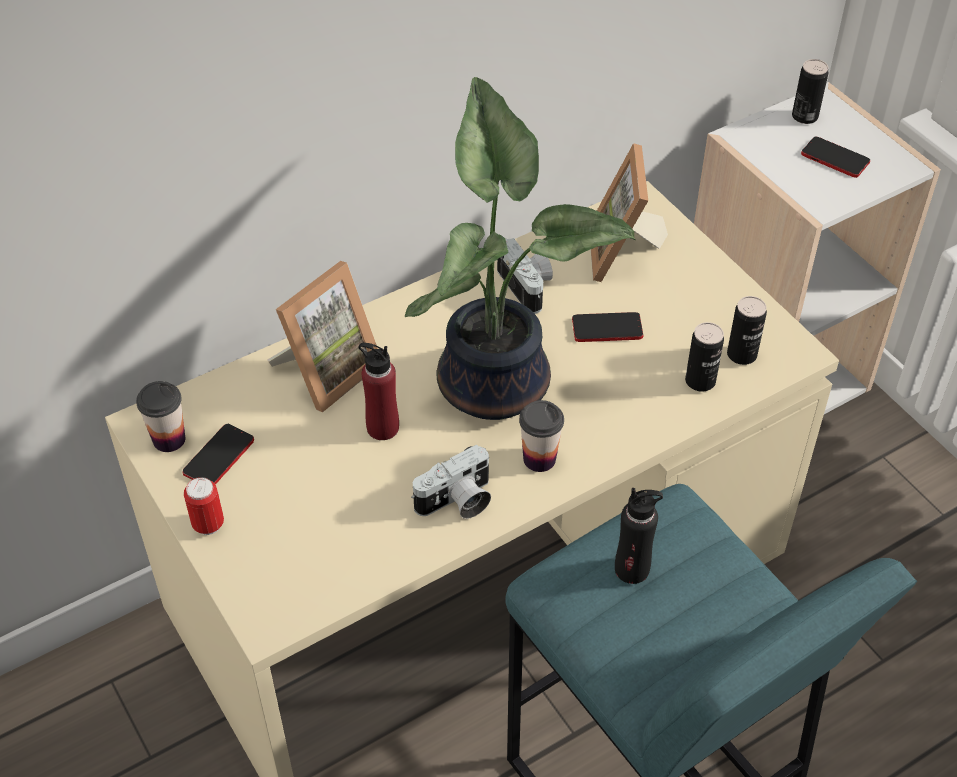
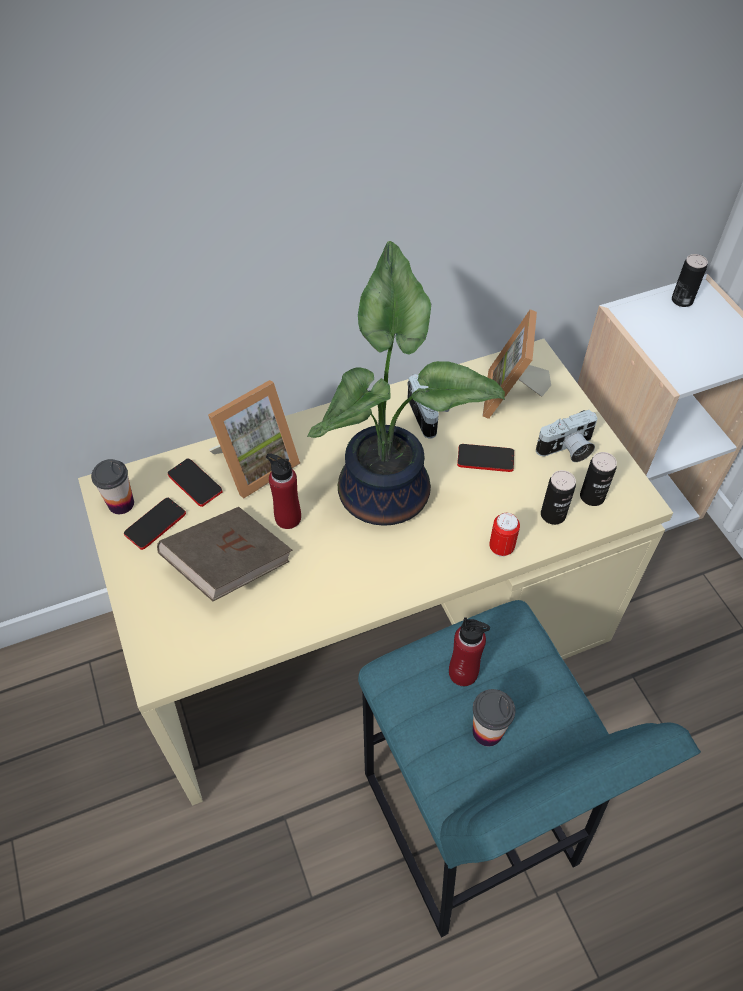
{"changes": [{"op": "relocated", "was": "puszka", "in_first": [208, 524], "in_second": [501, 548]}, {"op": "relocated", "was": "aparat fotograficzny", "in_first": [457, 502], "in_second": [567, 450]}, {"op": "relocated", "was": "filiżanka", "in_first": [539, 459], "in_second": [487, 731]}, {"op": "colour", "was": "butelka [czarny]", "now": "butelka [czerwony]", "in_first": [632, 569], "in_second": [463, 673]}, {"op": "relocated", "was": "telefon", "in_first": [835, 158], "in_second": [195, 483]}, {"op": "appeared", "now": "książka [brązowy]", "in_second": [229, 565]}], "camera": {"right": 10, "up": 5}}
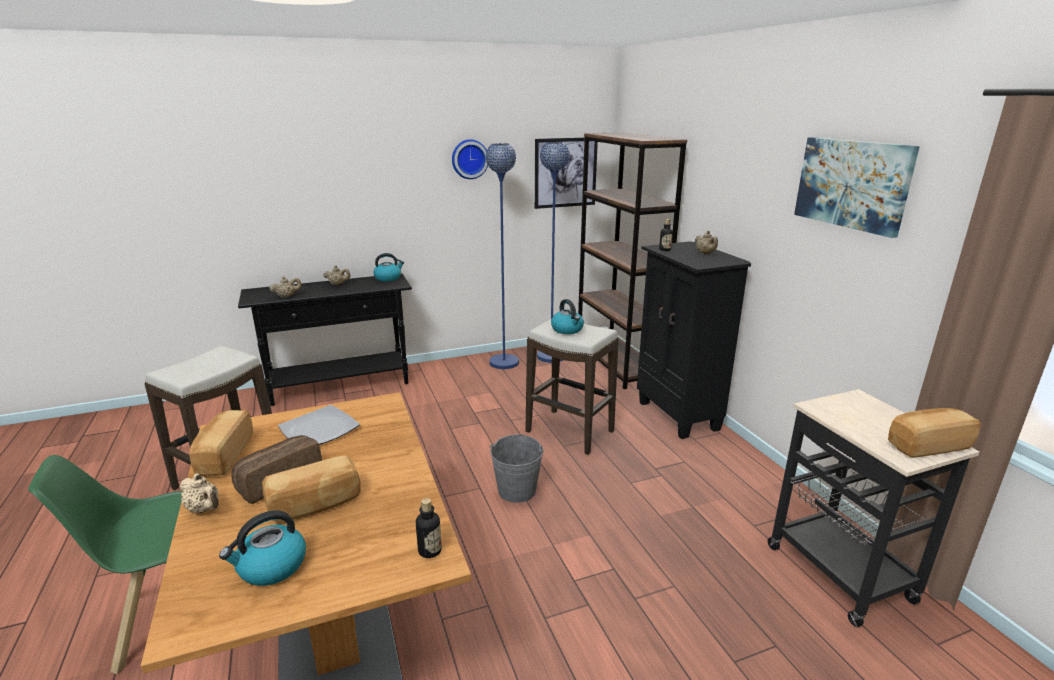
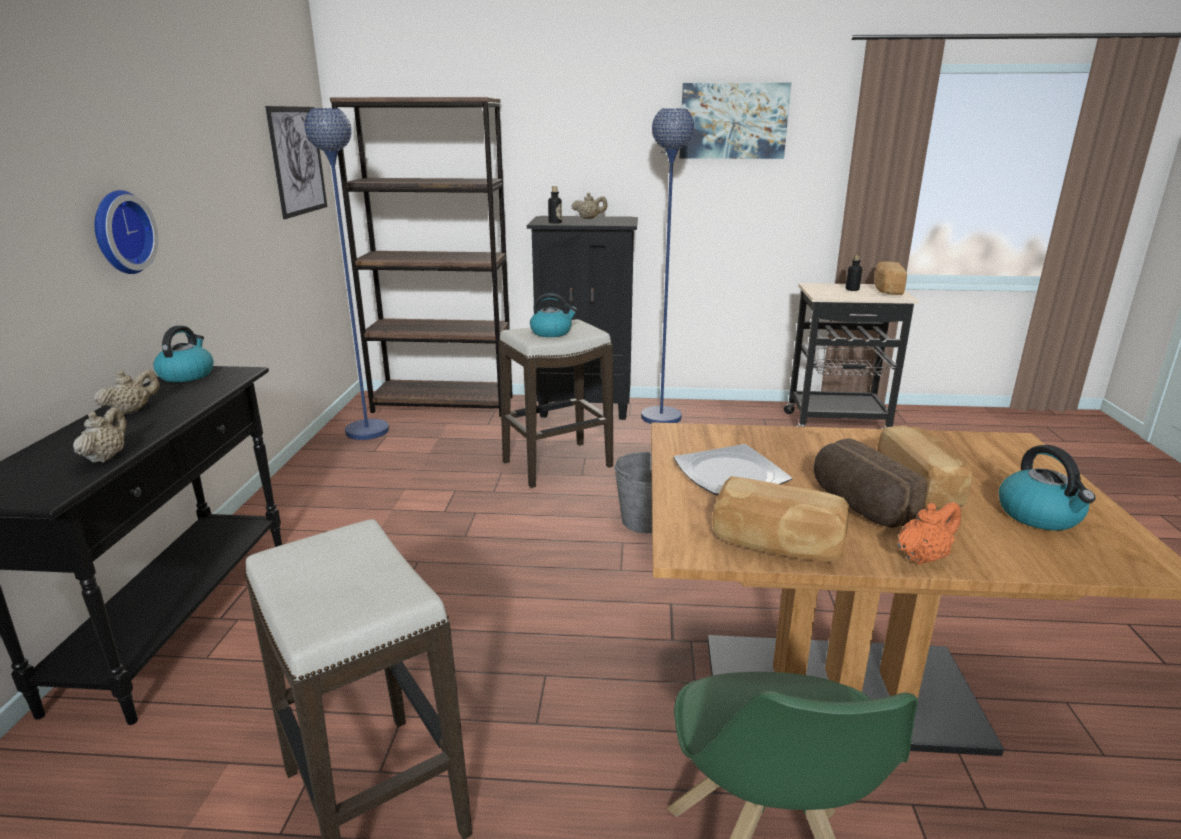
{"changes": [{"op": "colour", "was": "imbryk [beżowy]", "now": "imbryk [pomarańczowy]", "in_first": [204, 509], "in_second": [923, 557]}, {"op": "relocated", "was": "butelka", "in_first": [430, 550], "in_second": [852, 289]}, {"op": "relocated", "was": "zegar ścienny", "in_first": [469, 159], "in_second": [119, 232]}, {"op": "relocated", "was": "lampa stojąca [niebieski]", "in_first": [503, 362], "in_second": [660, 417]}], "camera": {"right": -65, "up": 0}}
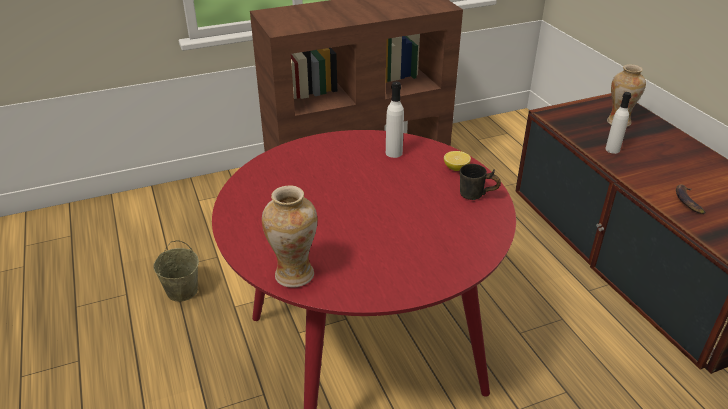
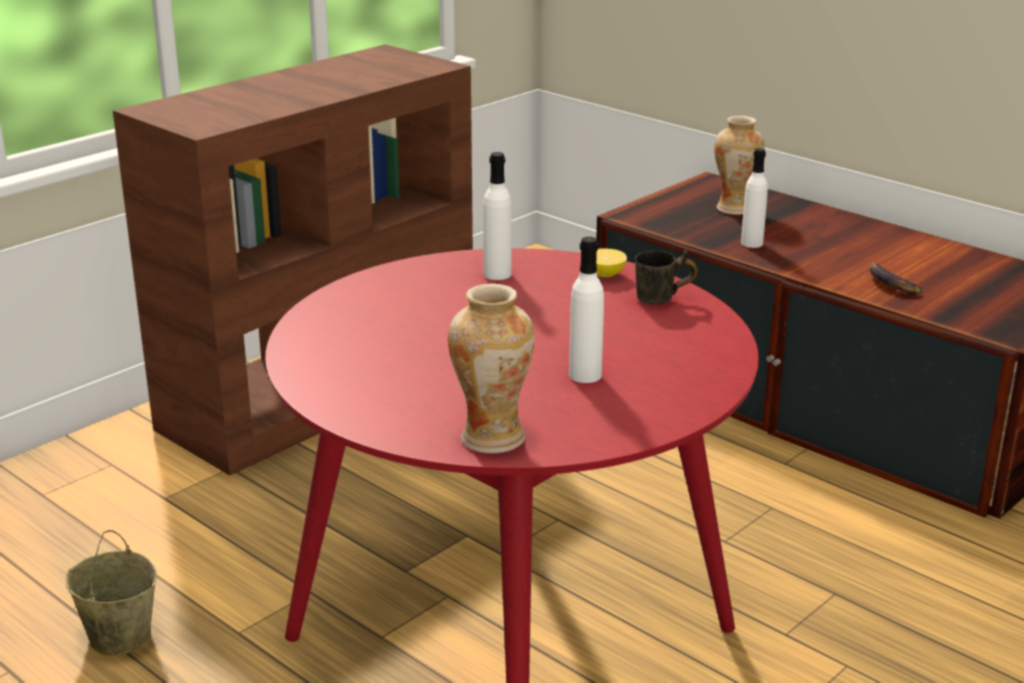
{"changes": [{"op": "appeared", "now": "butelka [biały]", "in_second": [585, 375]}], "camera": {"right": -25, "up": -10}}
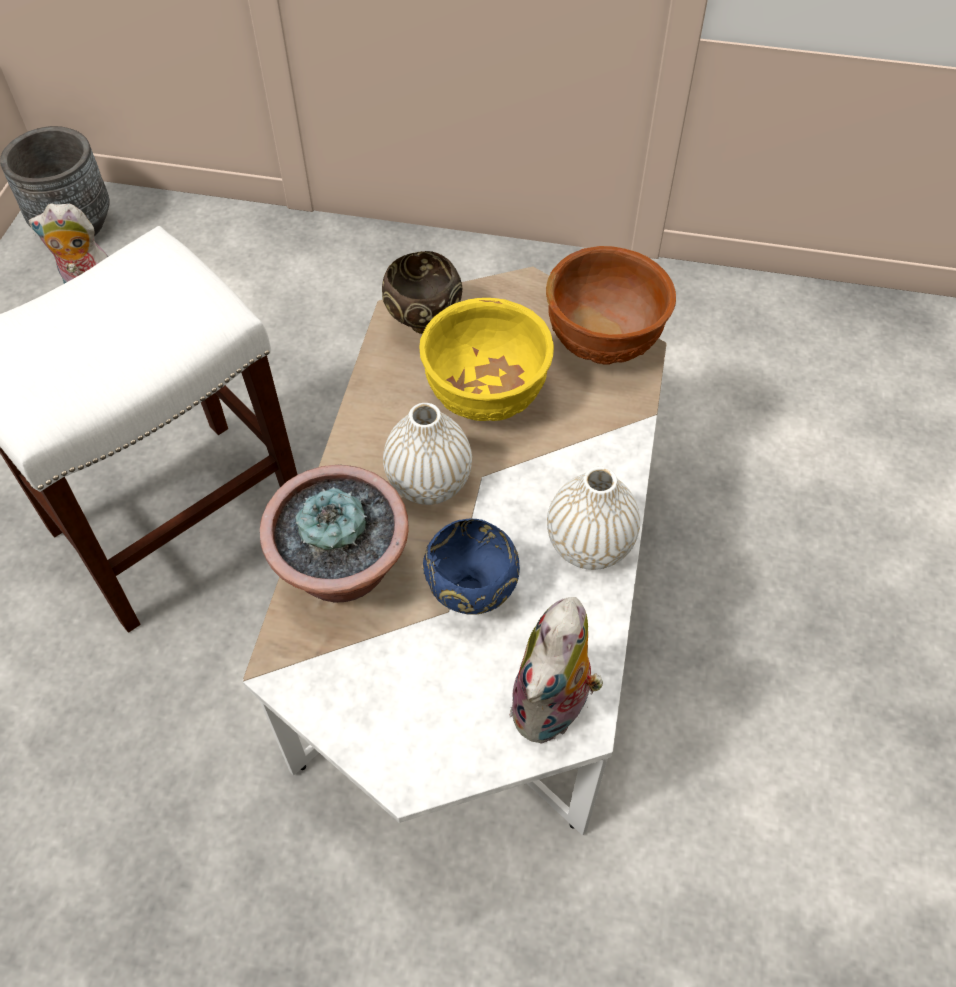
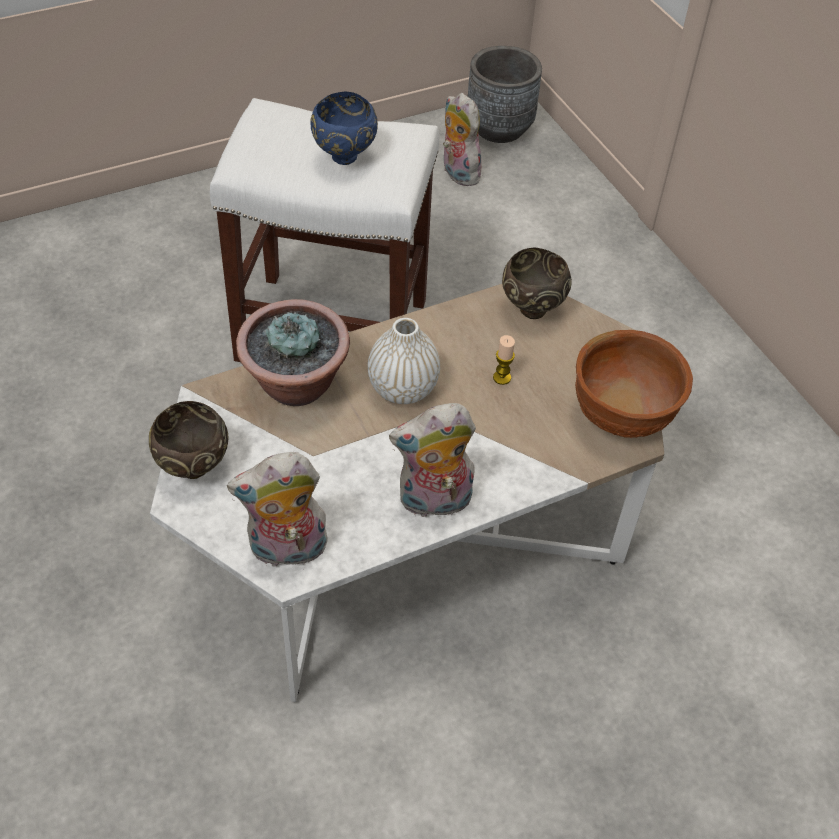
{"changes": [{"op": "exchanged", "was": "miska [żółty]", "now": "świeca", "in_first": [485, 398], "in_second": [502, 378]}, {"op": "relocated", "was": "miska [niebieski]", "in_first": [472, 596], "in_second": [344, 158]}, {"op": "exchanged", "was": "wazon [biały]", "now": "pluszak", "in_first": [589, 544], "in_second": [434, 502]}, {"op": "appeared", "now": "miska [brązowy]", "in_second": [193, 469]}], "camera": {"right": 50, "up": -5}}
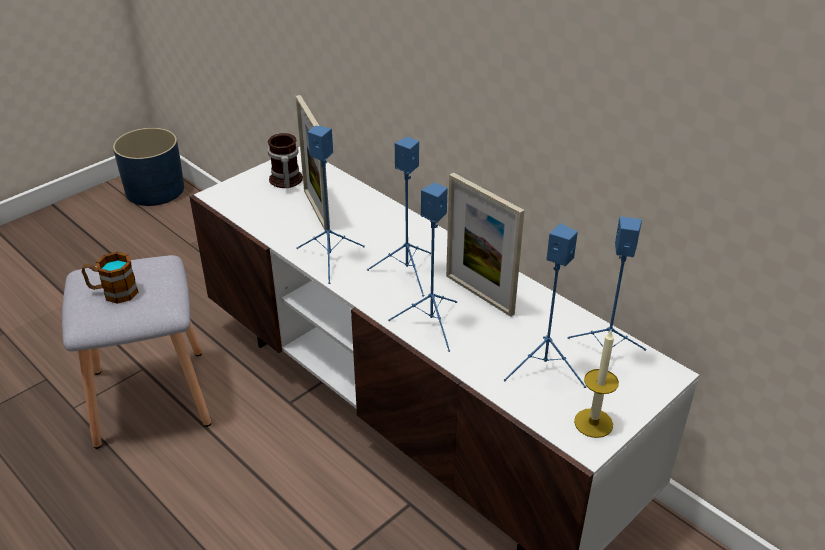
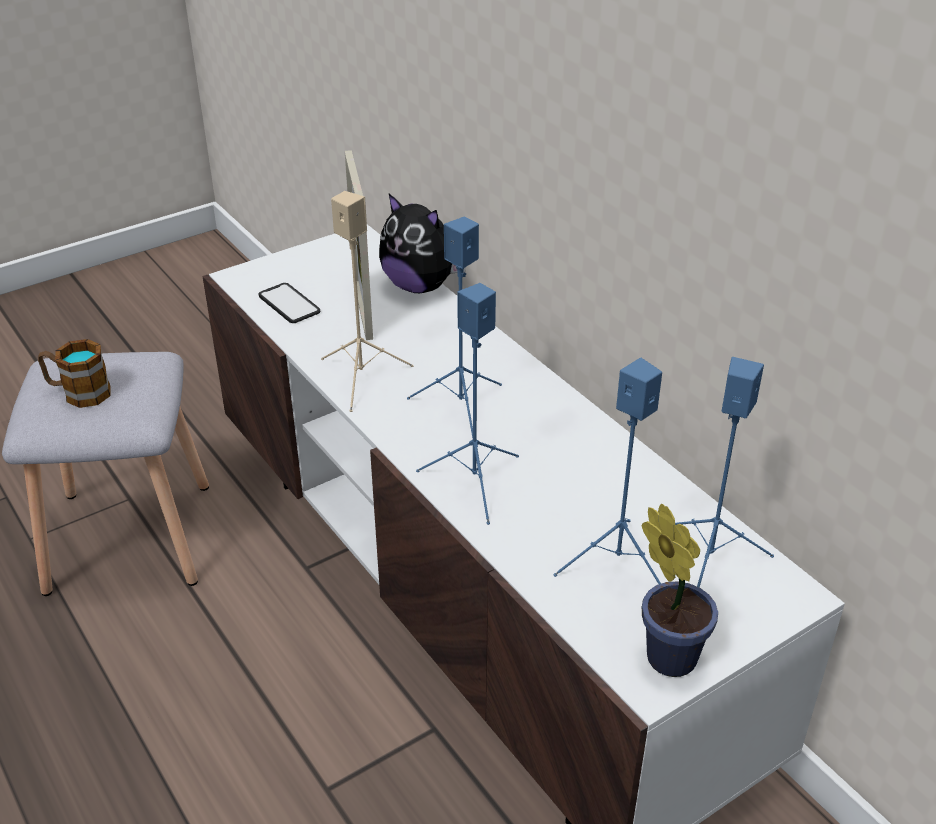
{"changes": [{"op": "missing", "was": "donica [niebieski]", "in_first": [155, 190]}, {"op": "missing", "was": "kubek", "in_first": [284, 181]}, {"op": "colour", "was": "głośnik [niebieski]", "now": "głośnik [beżowy]", "in_first": [330, 258], "in_second": [363, 377]}, {"op": "missing", "was": "ramka na zdjęcie", "in_first": [479, 294]}, {"op": "exchanged", "was": "świeca", "now": "roślina doniczkowa", "in_first": [593, 423], "in_second": [667, 653]}, {"op": "appeared", "now": "telefon", "in_second": [289, 304]}, {"op": "appeared", "now": "pluszak", "in_second": [420, 286]}], "camera": {"right": 10, "up": 0}}
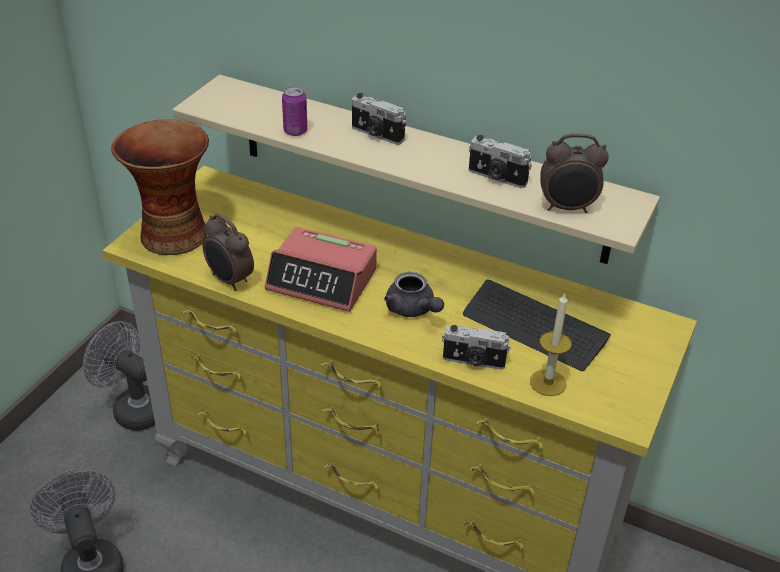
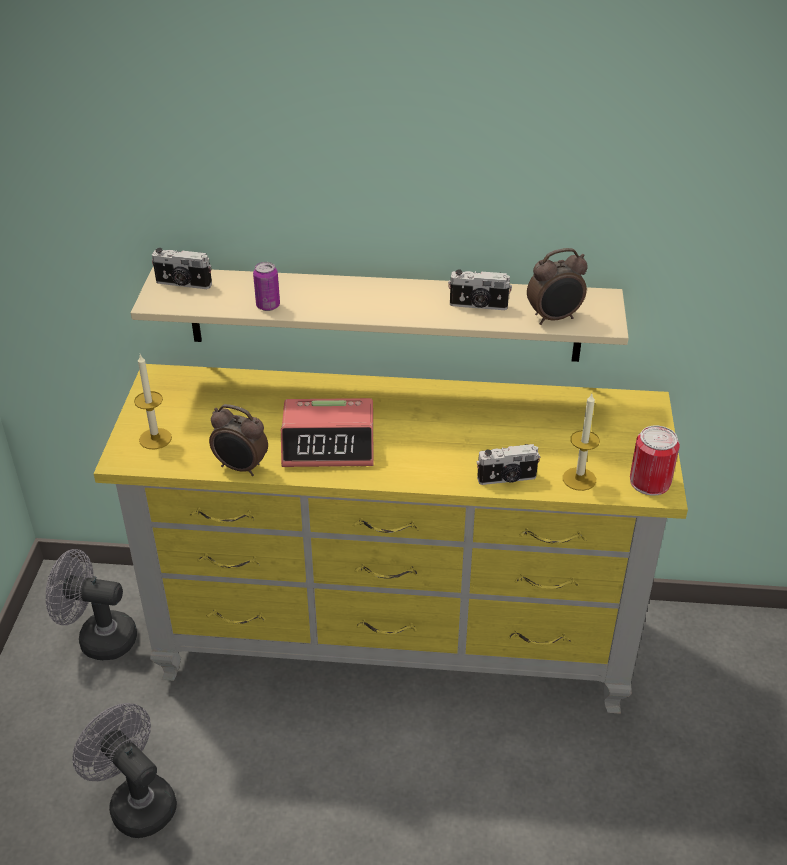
{"changes": [{"op": "exchanged", "was": "wazon", "now": "świeca", "in_first": [172, 234], "in_second": [155, 438]}, {"op": "relocated", "was": "aparat fotograficzny", "in_first": [376, 134], "in_second": [183, 284]}, {"op": "missing", "was": "imbryk [szary]", "in_first": [413, 310]}, {"op": "missing", "was": "klawiatura", "in_first": [534, 327]}, {"op": "appeared", "now": "puszka", "in_second": [650, 482]}], "camera": {"right": -20, "up": 0}}
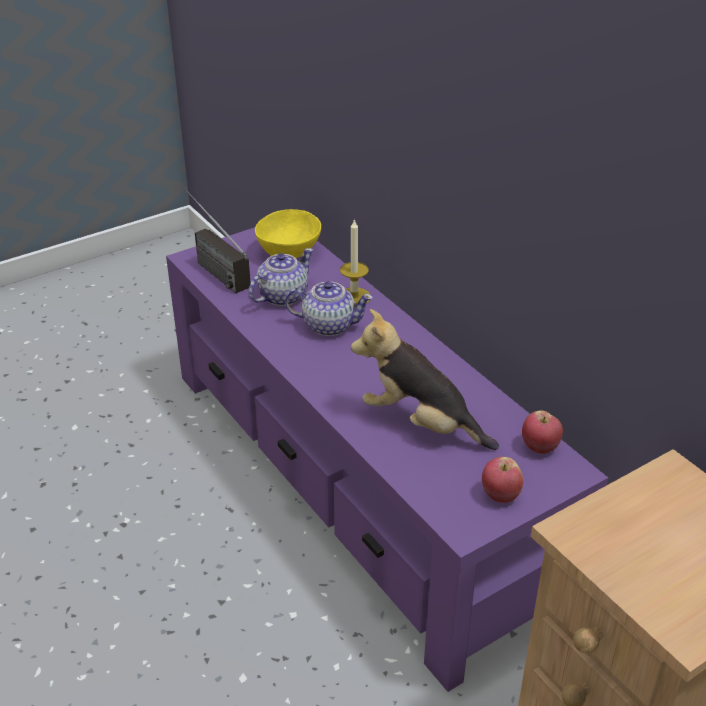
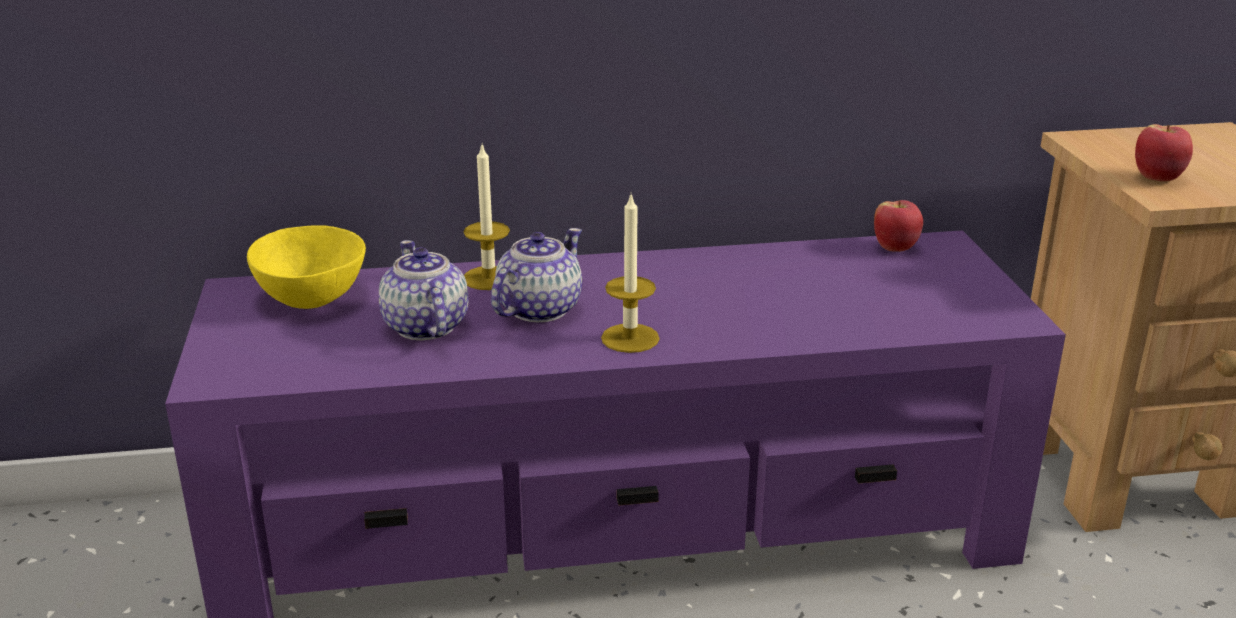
{"changes": [{"op": "missing", "was": "radio", "in_first": [211, 267]}, {"op": "missing", "was": "pluszak", "in_first": [421, 423]}, {"op": "relocated", "was": "jabłko", "in_first": [500, 495], "in_second": [1158, 178]}, {"op": "appeared", "now": "świeca", "in_second": [630, 338]}], "camera": {"right": -65, "up": -10}}
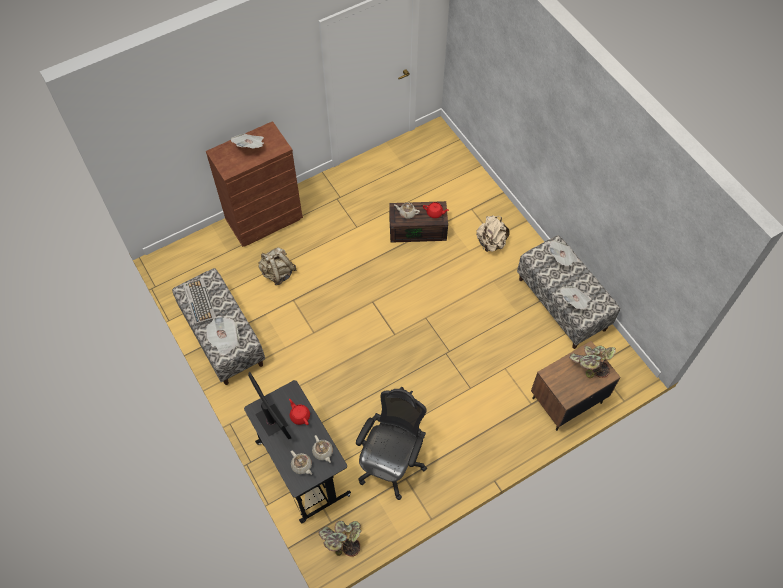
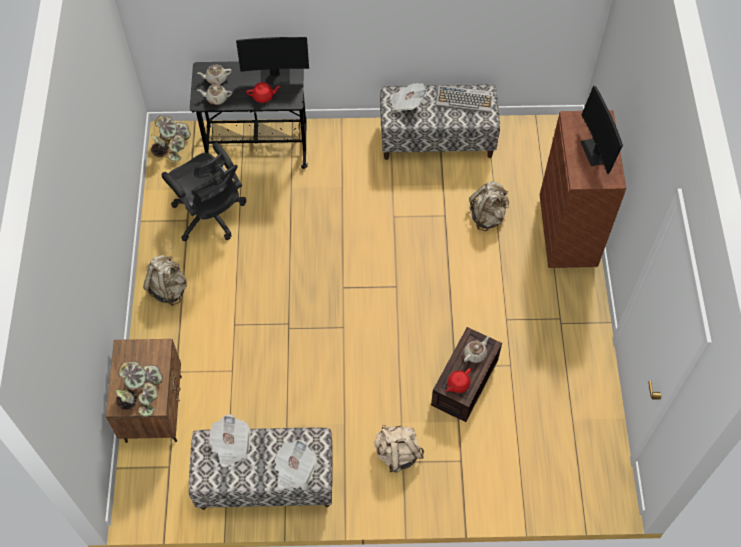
{"changes": [{"op": "exchanged", "was": "gazeta", "now": "monitor", "in_first": [250, 146], "in_second": [597, 152]}, {"op": "appeared", "now": "plecak [beżowy]", "in_second": [168, 289]}], "camera": {"right": 120, "up": 0}}
